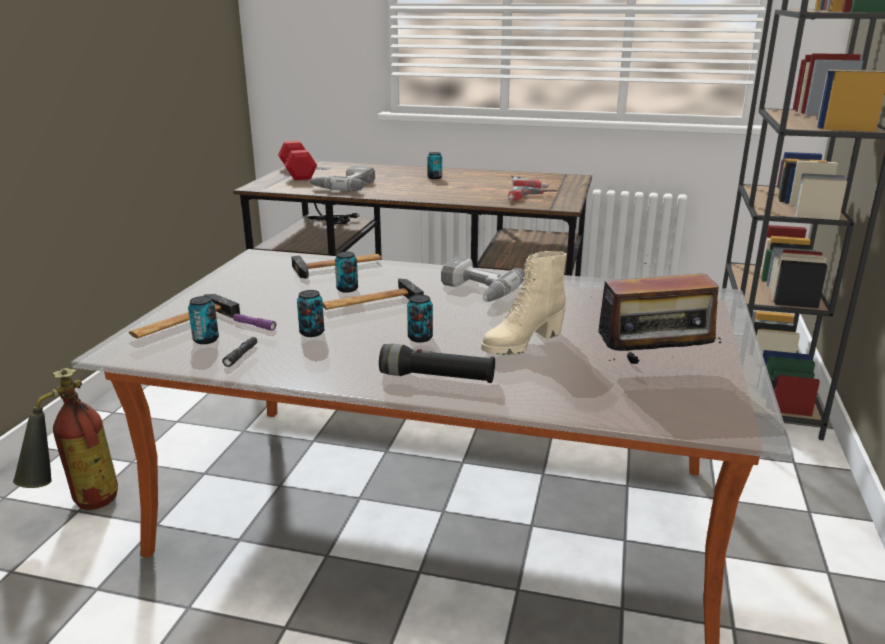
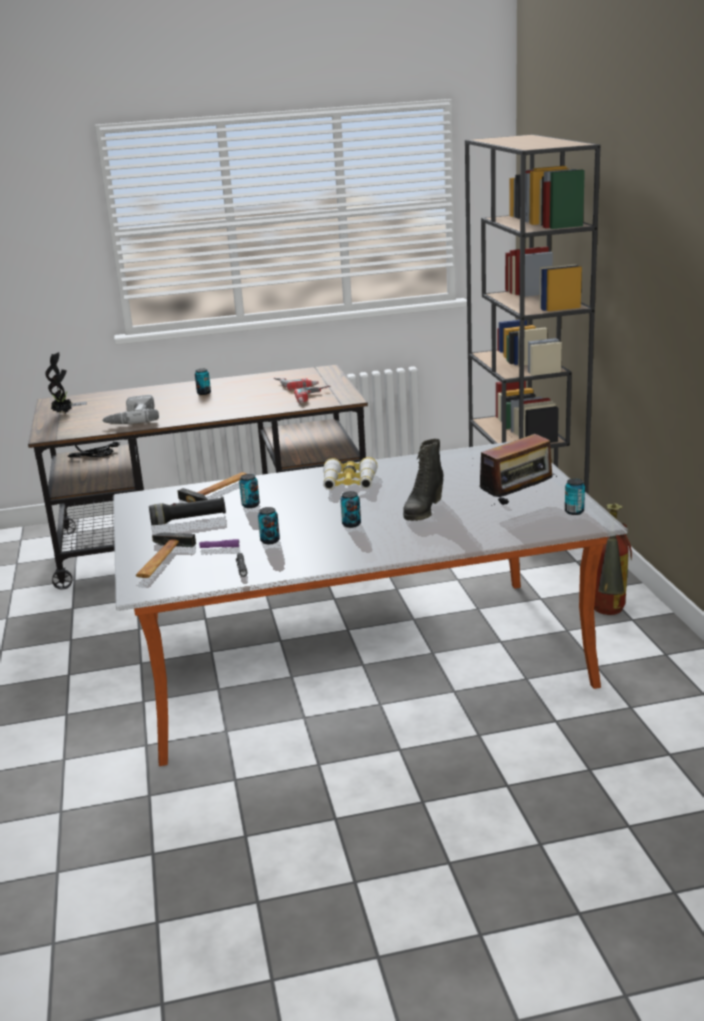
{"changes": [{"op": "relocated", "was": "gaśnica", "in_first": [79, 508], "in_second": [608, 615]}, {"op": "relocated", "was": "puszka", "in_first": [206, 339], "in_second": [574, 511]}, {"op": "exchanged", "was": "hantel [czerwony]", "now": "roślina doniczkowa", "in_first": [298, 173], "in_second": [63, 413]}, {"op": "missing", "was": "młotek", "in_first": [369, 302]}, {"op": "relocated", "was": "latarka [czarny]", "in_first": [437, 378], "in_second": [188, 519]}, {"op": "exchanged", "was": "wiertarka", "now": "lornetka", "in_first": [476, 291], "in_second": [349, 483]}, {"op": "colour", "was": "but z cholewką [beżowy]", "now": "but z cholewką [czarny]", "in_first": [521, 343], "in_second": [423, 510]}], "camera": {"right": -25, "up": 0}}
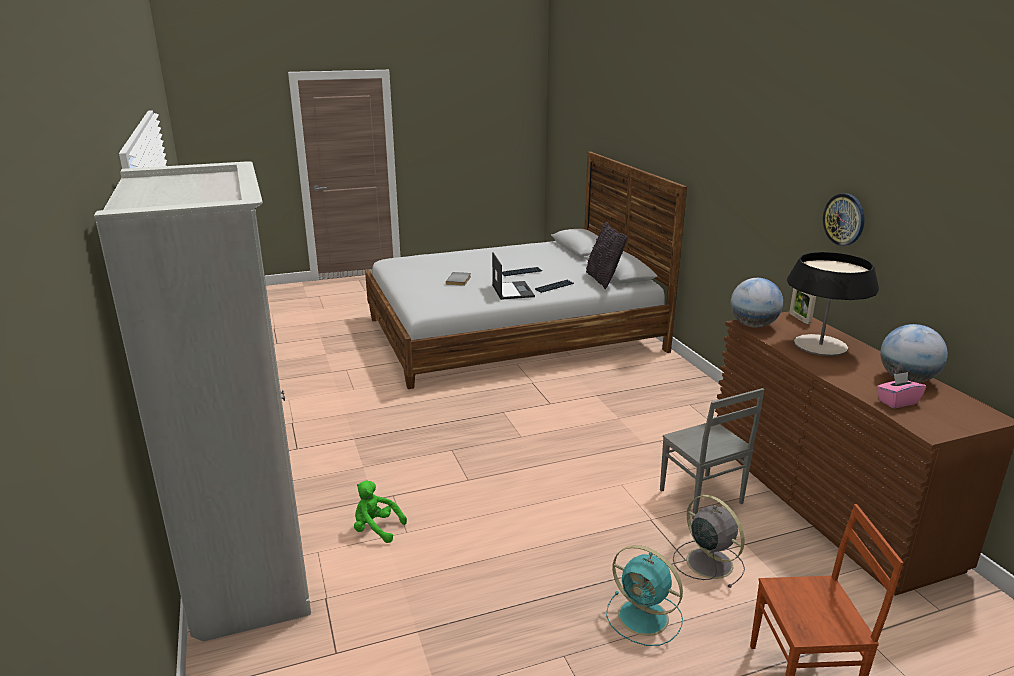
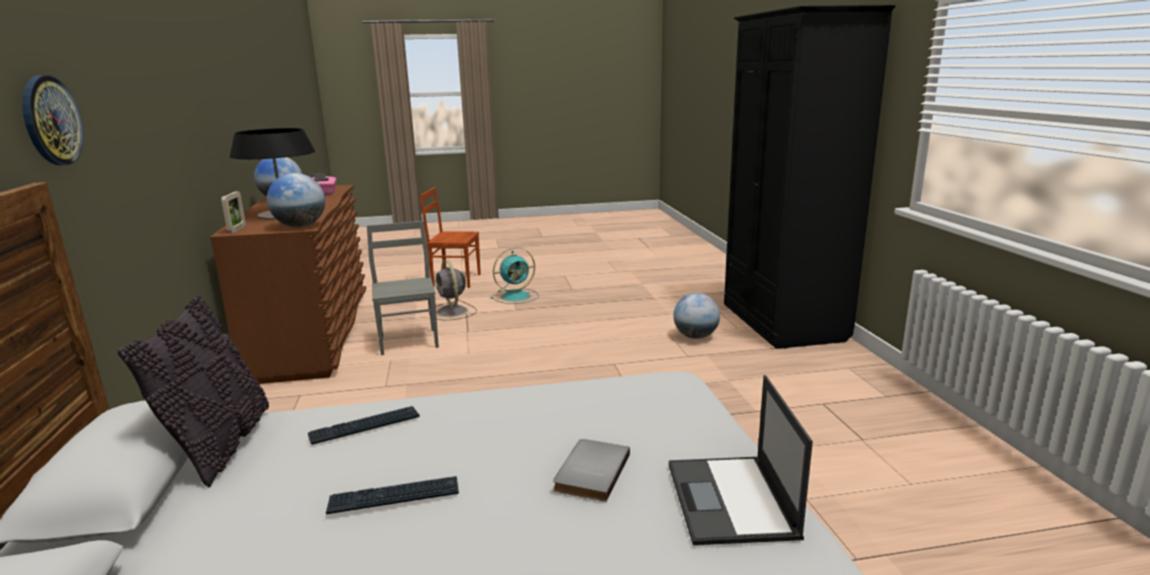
{"changes": [{"op": "colour", "was": "szafa [biały]", "now": "szafa [czarny]", "in_first": [250, 570], "in_second": [782, 322]}, {"op": "exchanged", "was": "pluszak [zielony]", "now": "globus", "in_first": [376, 529], "in_second": [695, 336]}, {"op": "relocated", "was": "laptop", "in_first": [512, 290], "in_second": [731, 501]}, {"op": "spun", "was": "wentylator [turkusowy]", "in_first": [645, 618], "in_second": [517, 296], "clockwise": 105}, {"op": "relocated", "was": "zegar ścienny", "in_first": [844, 219], "in_second": [50, 121]}], "camera": {"right": -170, "up": -5}}
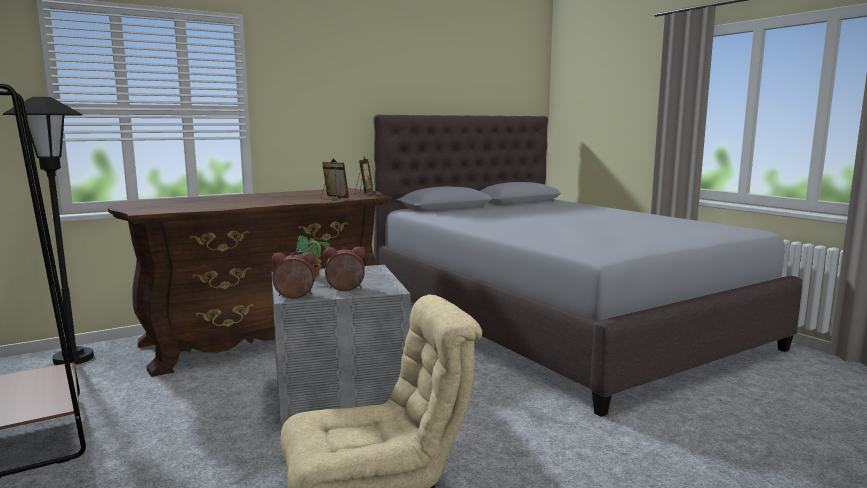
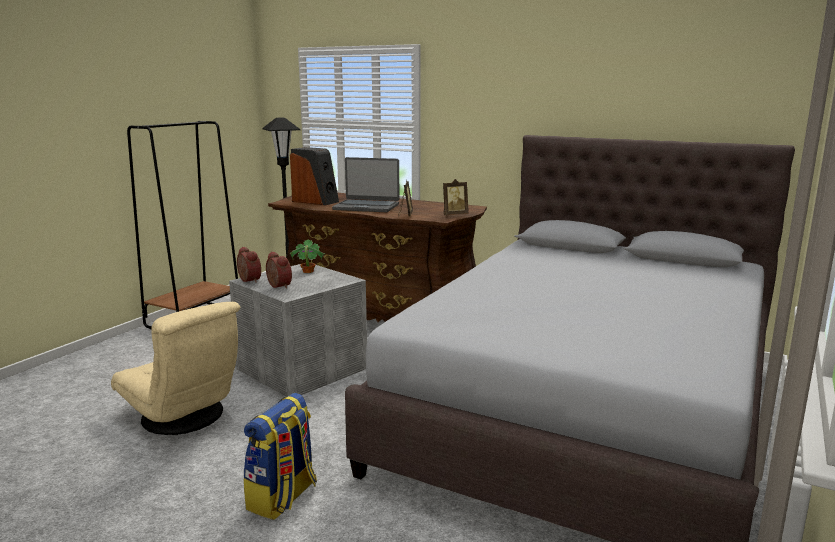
{"changes": [{"op": "appeared", "now": "plecak", "in_second": [283, 498]}, {"op": "appeared", "now": "głośnik", "in_second": [315, 201]}, {"op": "appeared", "now": "laptop", "in_second": [366, 207]}], "camera": {"right": 60, "up": 5}}
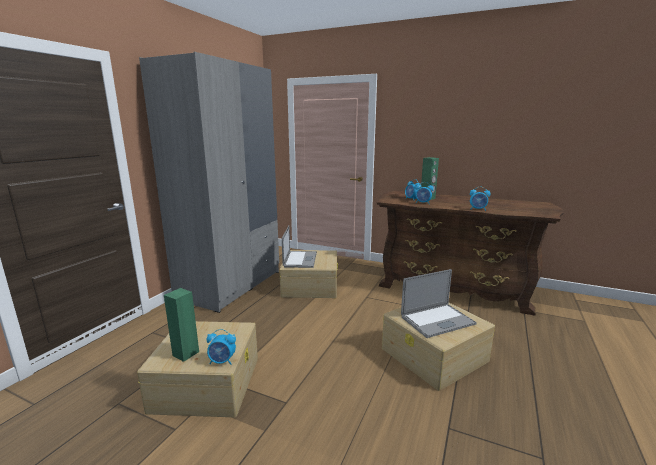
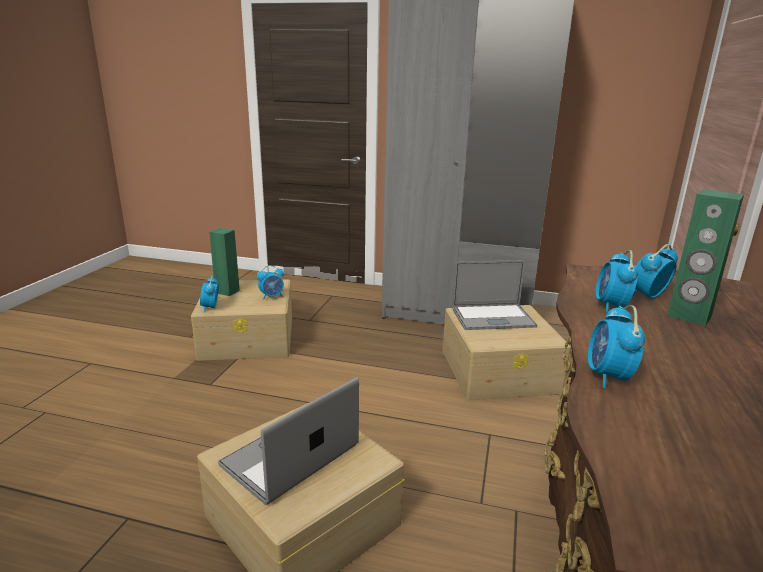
{"changes": [{"op": "spun", "was": "laptop", "in_first": [437, 320], "in_second": [290, 455], "clockwise": 75}, {"op": "appeared", "now": "budzik", "in_second": [272, 296]}], "camera": {"right": 80, "up": 5}}
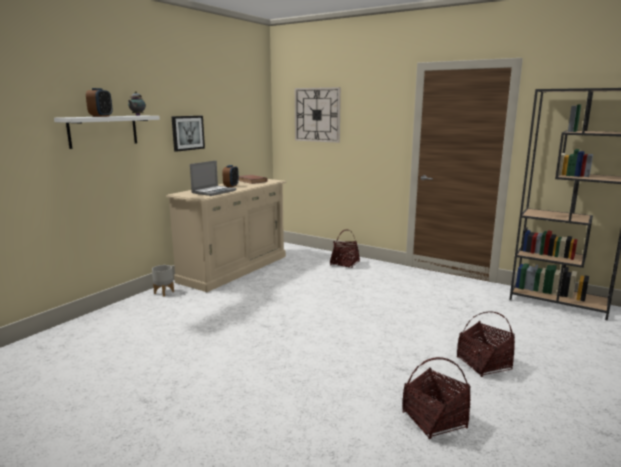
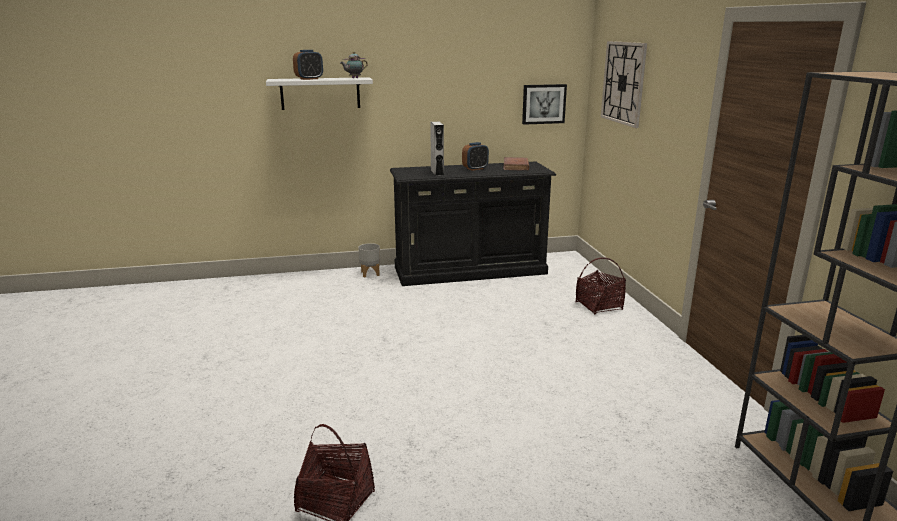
{"changes": [{"op": "colour", "was": "szafka [beżowy]", "now": "szafka [czarny]", "in_first": [234, 268], "in_second": [470, 270]}, {"op": "relocated", "was": "obraz", "in_first": [187, 133], "in_second": [543, 104]}, {"op": "exchanged", "was": "laptop", "now": "głośnik [szary]", "in_first": [214, 191], "in_second": [437, 173]}, {"op": "missing", "was": "koszyk", "in_first": [483, 364]}], "camera": {"right": 45, "up": 5}}
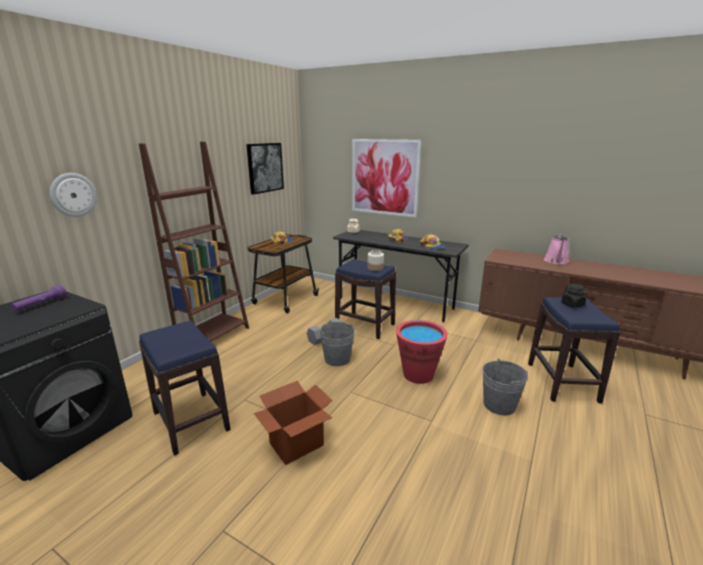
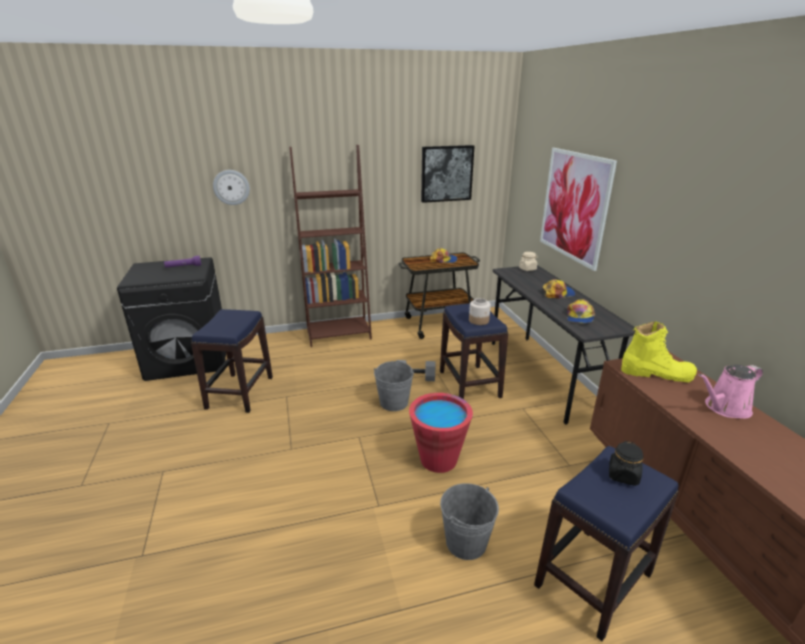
{"changes": [{"op": "missing", "was": "karton", "in_first": [296, 444]}, {"op": "appeared", "now": "but z cholewką [żółty]", "in_second": [656, 373]}], "camera": {"right": 45, "up": 5}}
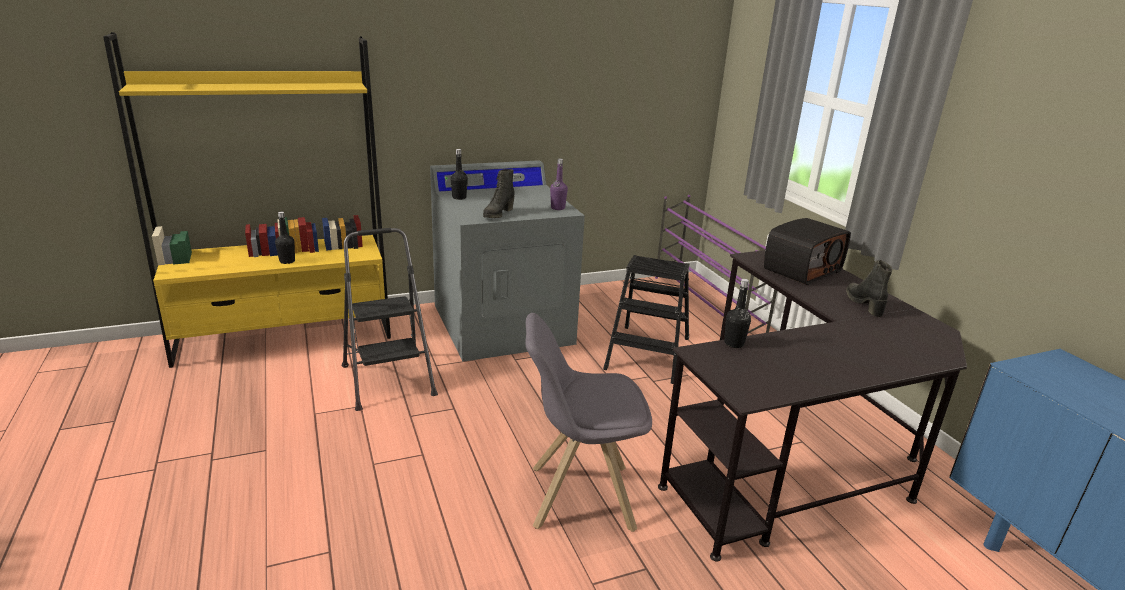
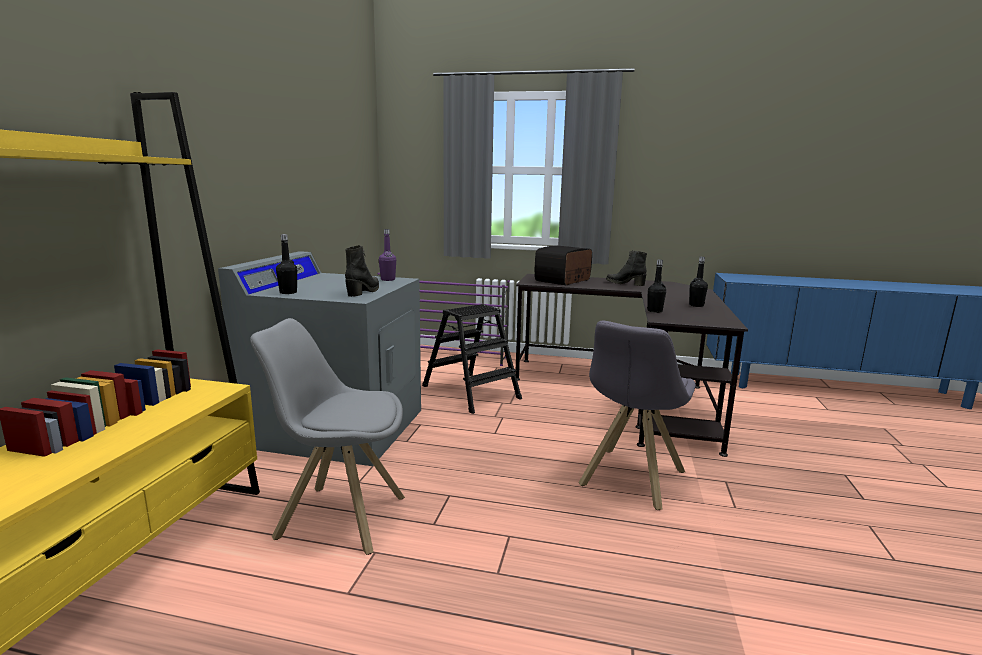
{"changes": [{"op": "relocated", "was": "butelka [czarny]", "in_first": [287, 261], "in_second": [696, 305]}, {"op": "exchanged", "was": "drabinka [czarny]", "now": "krzesło [szary]", "in_first": [388, 377], "in_second": [340, 517]}, {"op": "spun", "was": "but z cholewką [czarny]", "in_first": [498, 214], "in_second": [364, 292], "clockwise": -135}, {"op": "spun", "was": "radio", "in_first": [801, 270], "in_second": [563, 280], "clockwise": -135}], "camera": {"right": -55, "up": -10}}
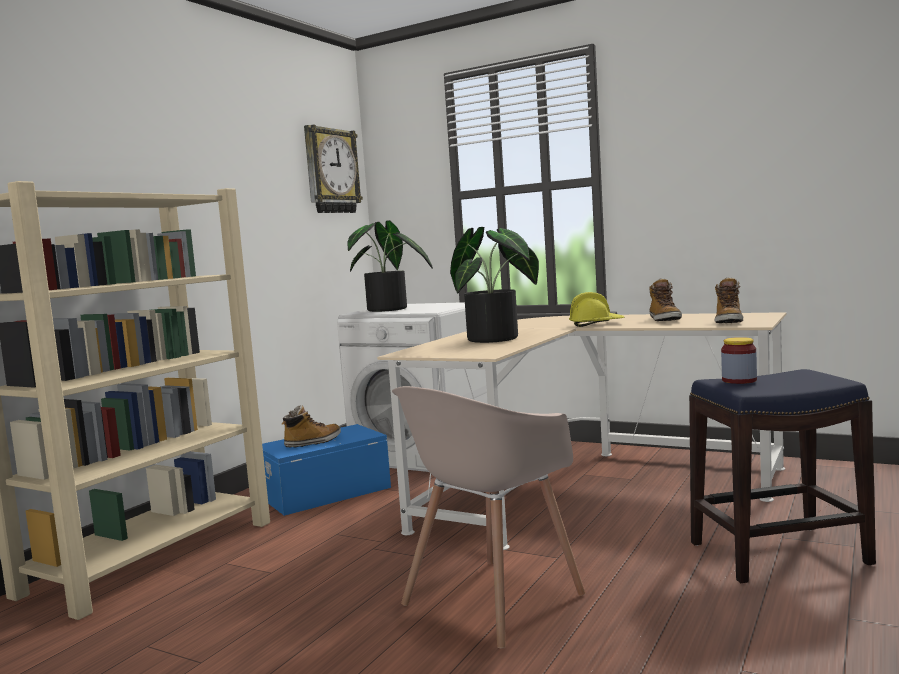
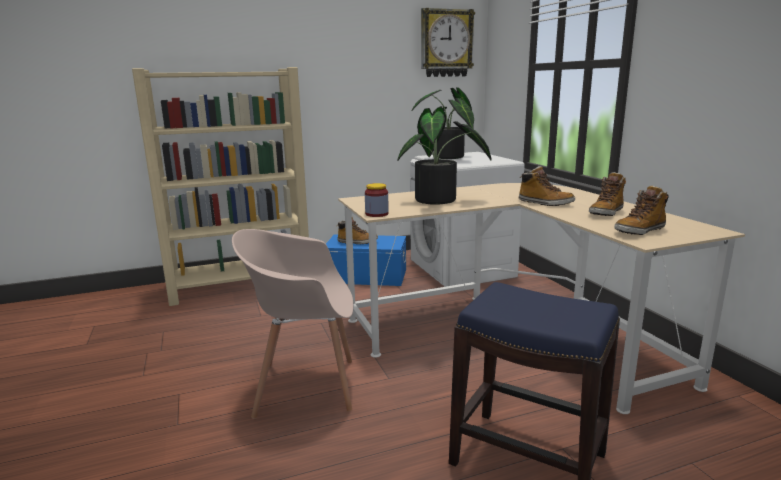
{"changes": [{"op": "exchanged", "was": "kask [żółty]", "now": "but z cholewką", "in_first": [596, 324], "in_second": [545, 203]}, {"op": "relocated", "was": "słoik", "in_first": [739, 380], "in_second": [376, 214]}], "camera": {"right": 40, "up": 10}}
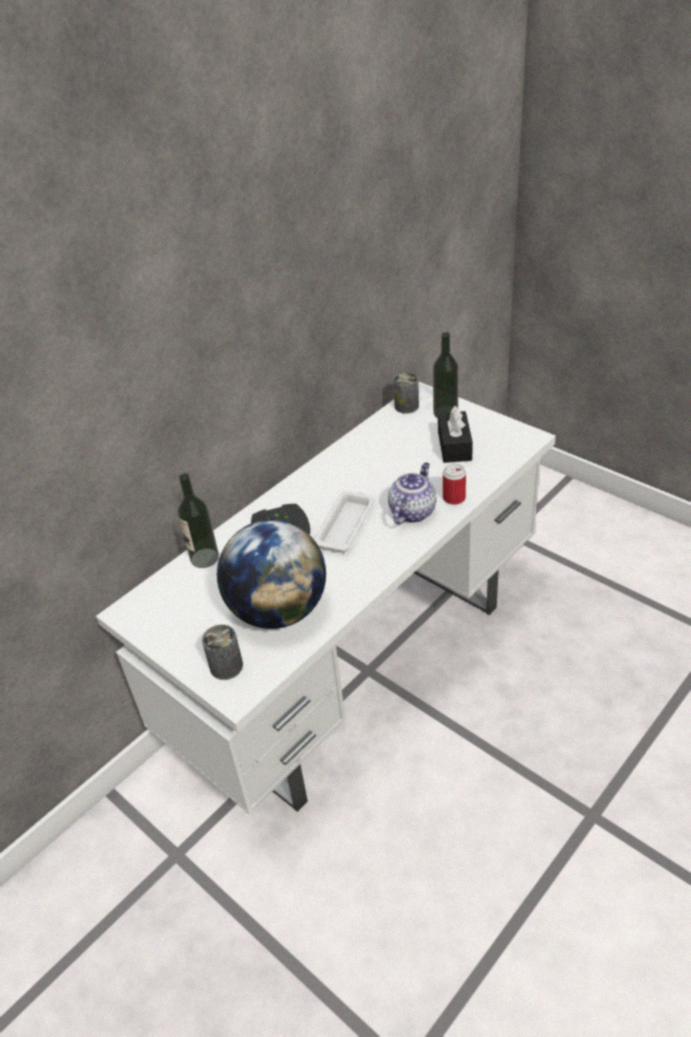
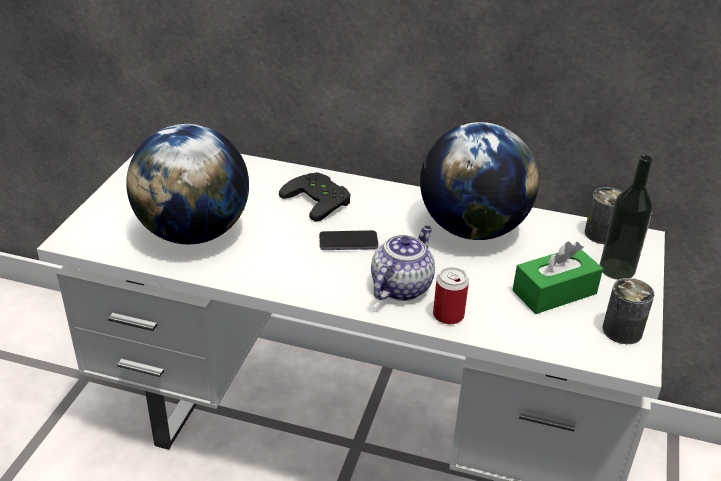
{"changes": [{"op": "missing", "was": "butelka", "in_first": [204, 558]}, {"op": "relocated", "was": "puszka", "in_first": [226, 666], "in_second": [622, 330]}, {"op": "exchanged", "was": "taca [biały]", "now": "telefon", "in_first": [346, 524], "in_second": [348, 242]}, {"op": "spun", "was": "imbryk", "in_first": [412, 511], "in_second": [401, 286], "clockwise": -60}, {"op": "colour", "was": "pudełko chusteczek [czarny]", "now": "pudełko chusteczek [zielony]", "in_first": [454, 446], "in_second": [554, 292]}, {"op": "appeared", "now": "globus", "in_second": [472, 229]}], "camera": {"right": 60, "up": -5}}
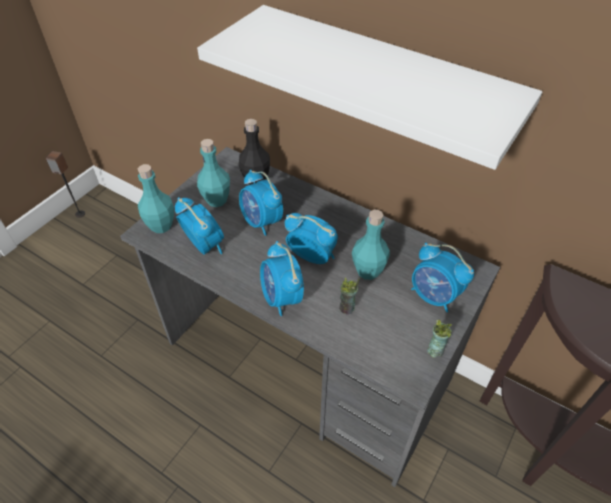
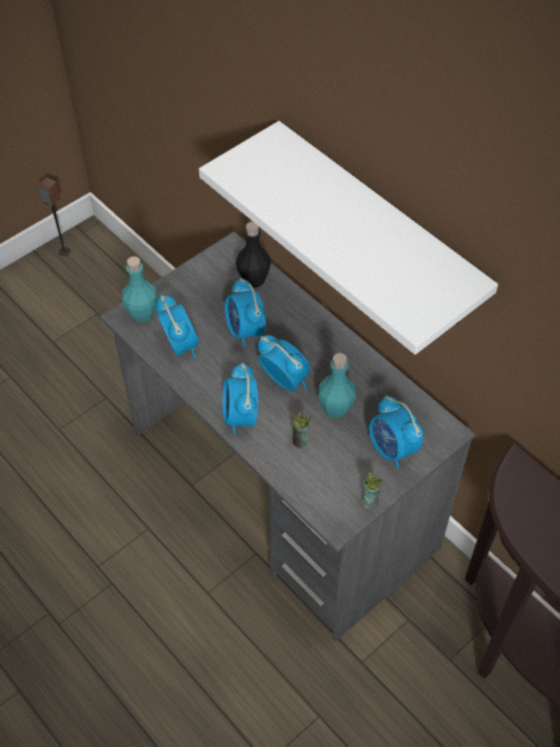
{"changes": [{"op": "missing", "was": "butelka [turkusowy]", "in_first": [216, 200]}], "camera": {"right": 15, "up": 5}}
